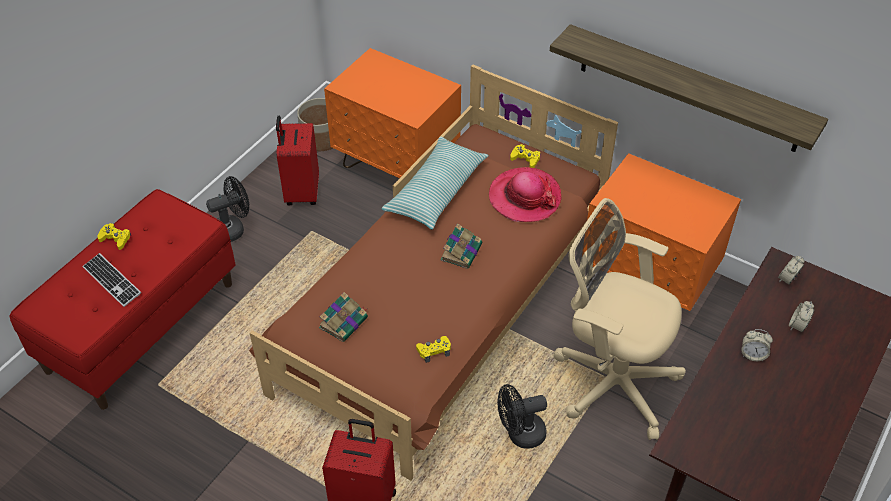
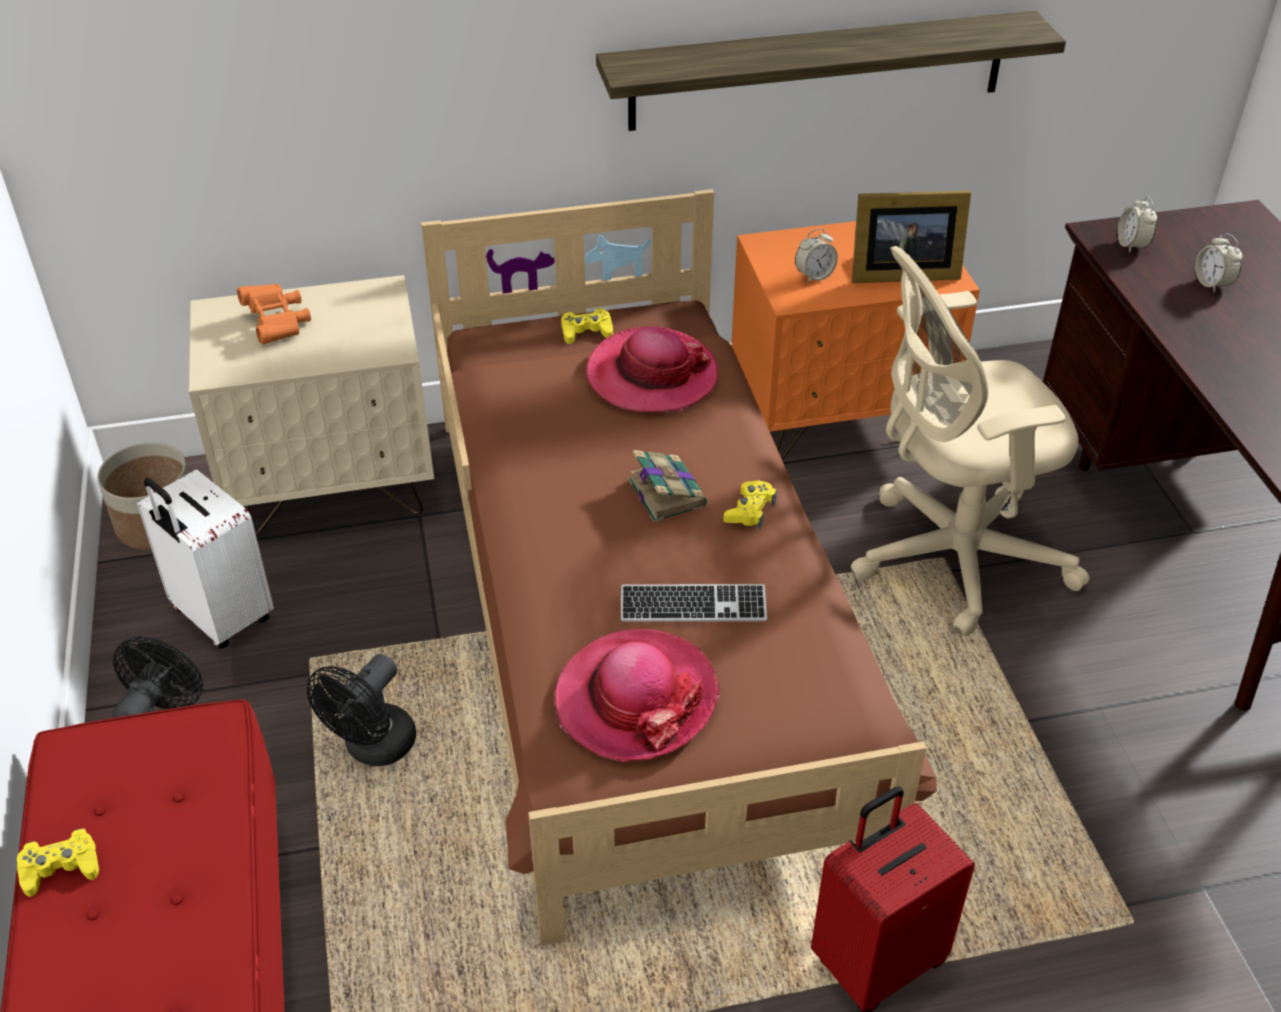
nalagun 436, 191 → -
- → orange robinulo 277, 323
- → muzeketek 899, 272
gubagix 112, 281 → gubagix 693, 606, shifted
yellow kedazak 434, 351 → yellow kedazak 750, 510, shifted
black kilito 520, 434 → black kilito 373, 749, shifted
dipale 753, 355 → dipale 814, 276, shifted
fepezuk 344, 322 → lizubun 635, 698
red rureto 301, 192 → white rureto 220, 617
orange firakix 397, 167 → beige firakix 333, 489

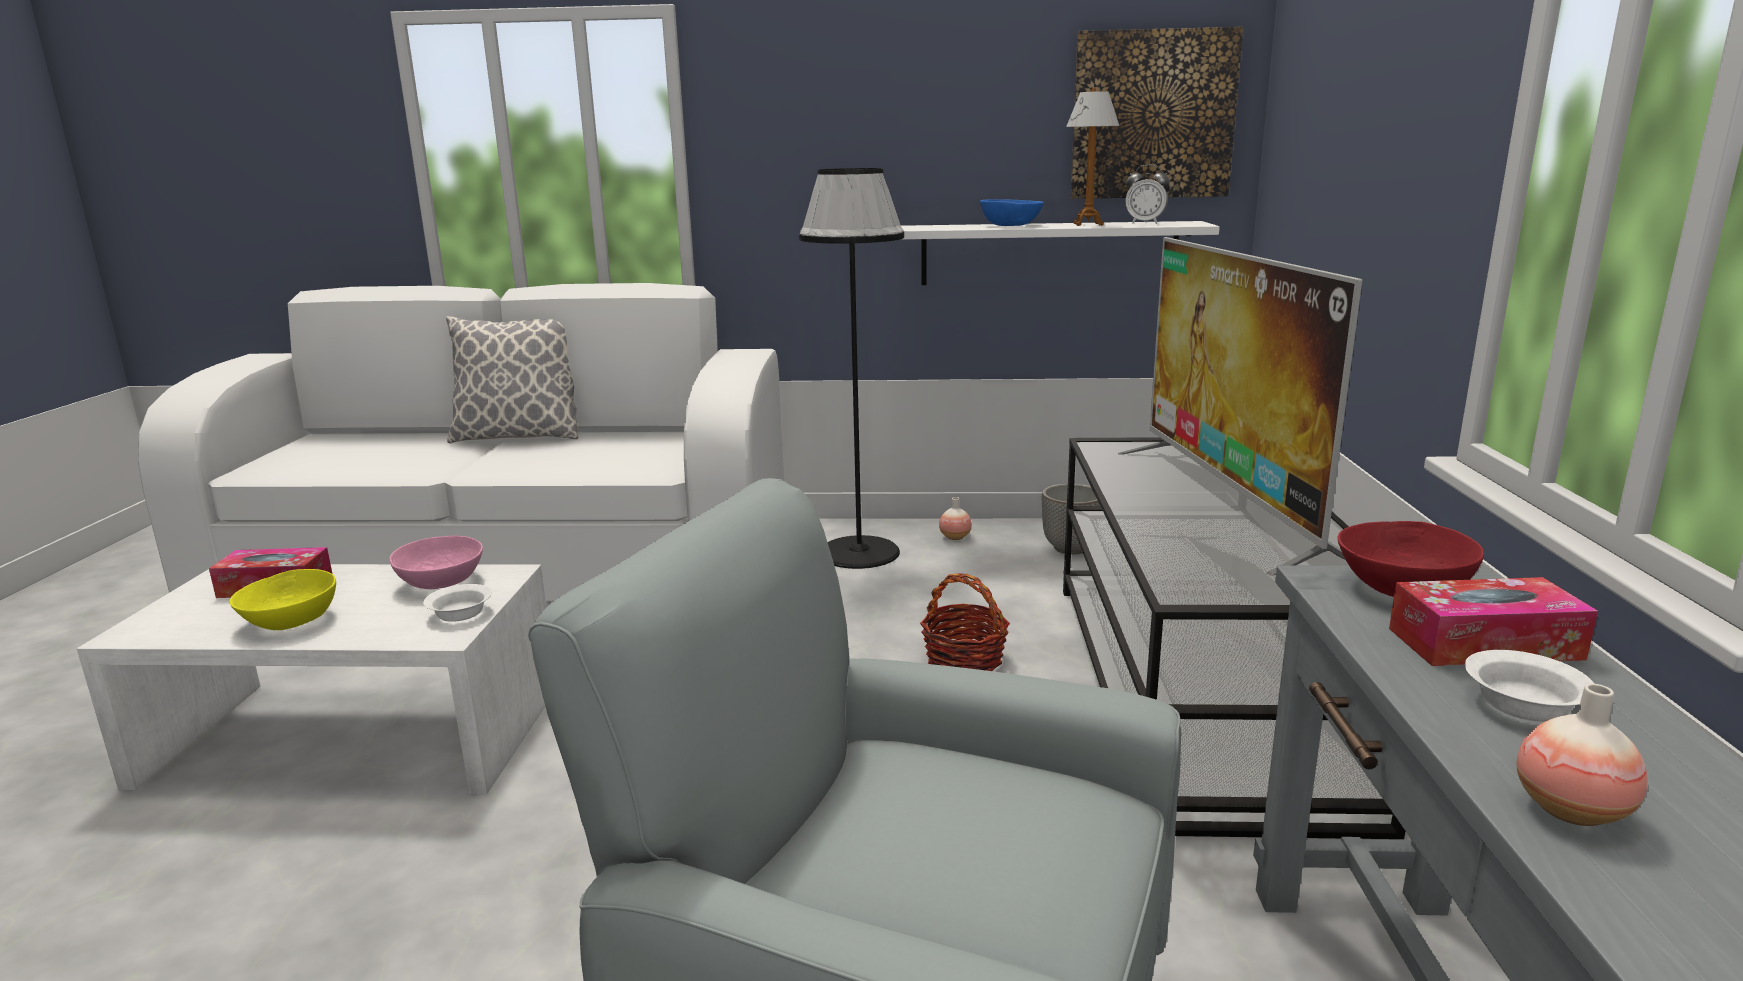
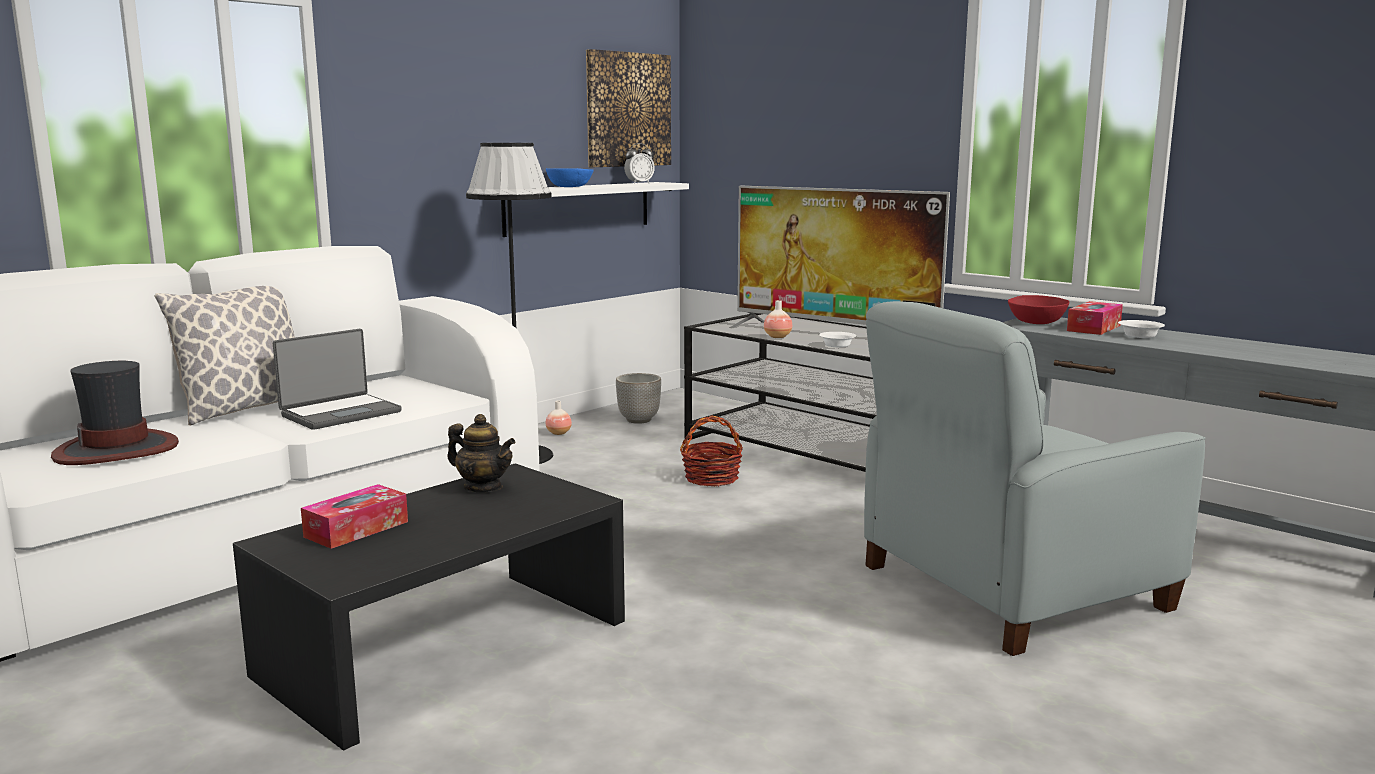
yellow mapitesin 291, 621 → -
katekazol 1088, 224 → -
- → lizubun 117, 450
- → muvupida 340, 413
white mapitesin 462, 614 → white mapitesin 837, 345, shifted
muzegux 1571, 810 → muzegux 777, 337, shifted
pink mapitesin 442, 582 → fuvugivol 483, 487
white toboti 356, 734 → black toboti 445, 647

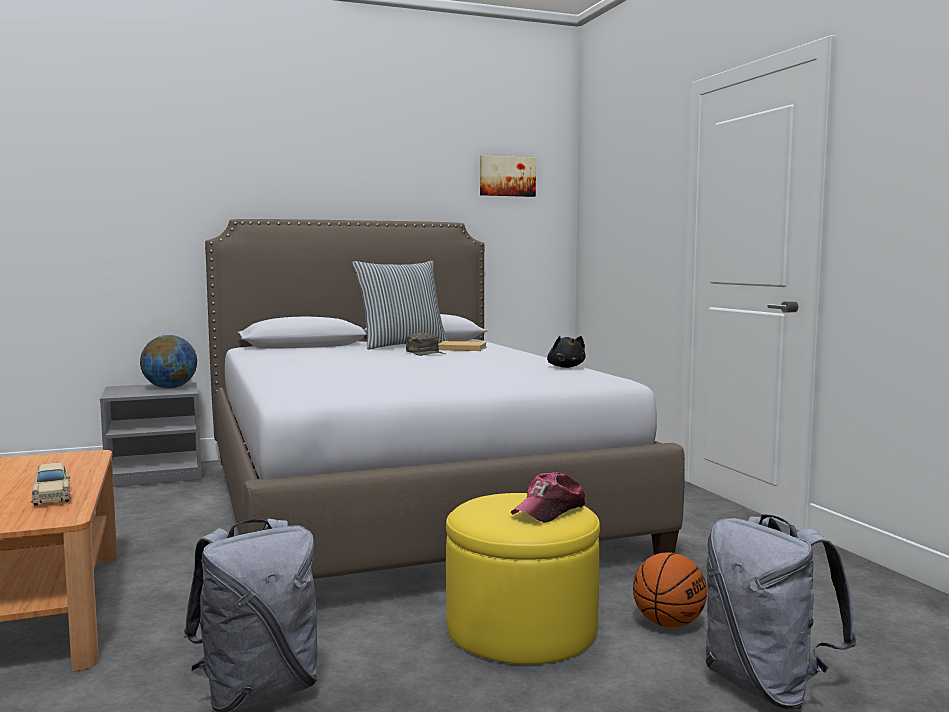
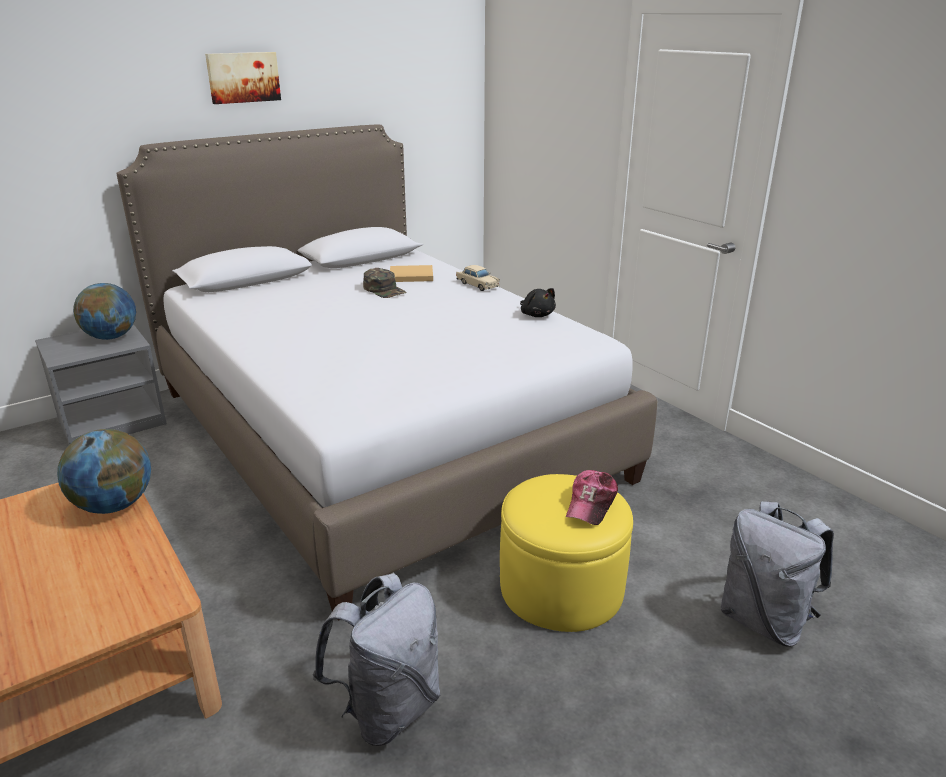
nalagun 402, 346 → -
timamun 668, 623 → -
- → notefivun 114, 505
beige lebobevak 52, 496 → beige lebobevak 477, 285, shifted
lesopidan 507, 176 → lesopidan 243, 77, shifted

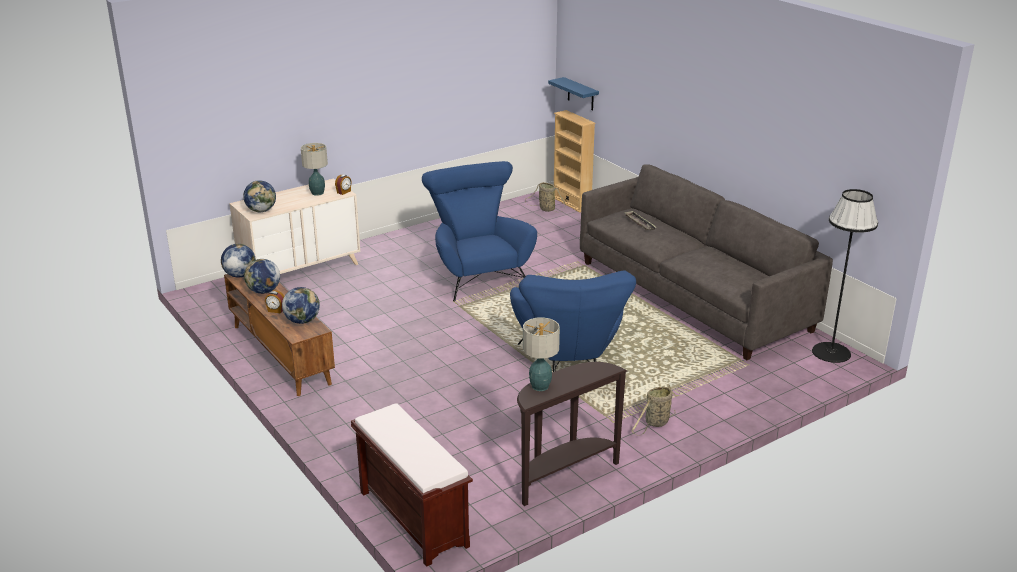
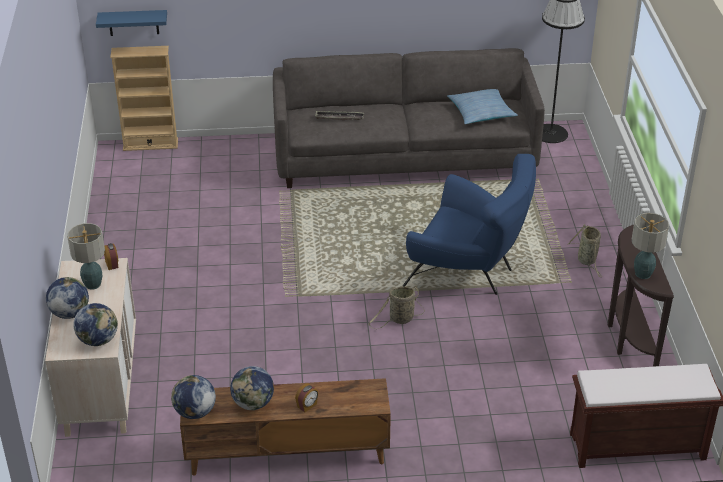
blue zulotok 477, 275 → -
- → nalagun 481, 112
notefivun 302, 321 → notefivun 69, 313, shifted
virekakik 545, 209 → virekakik 400, 319, shifted

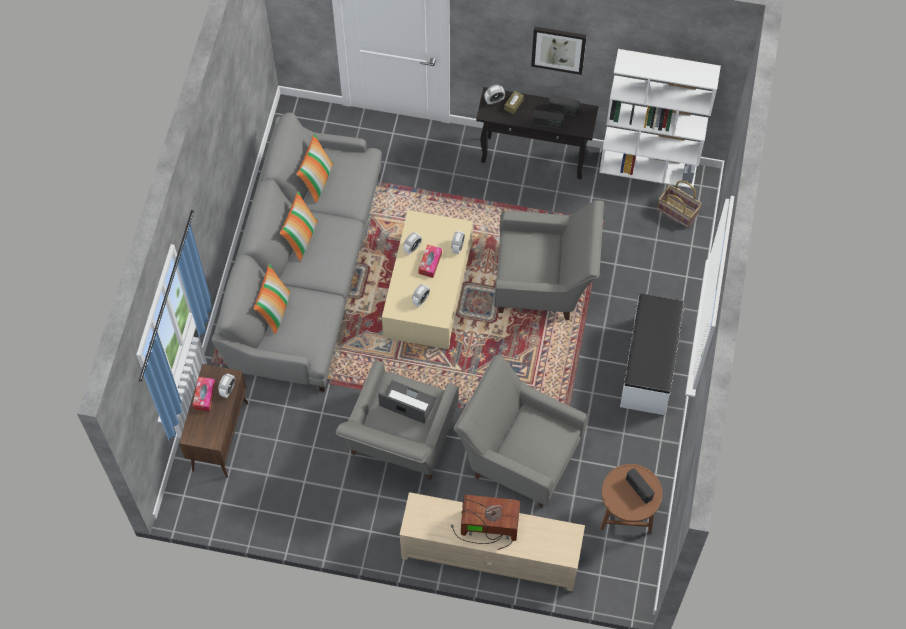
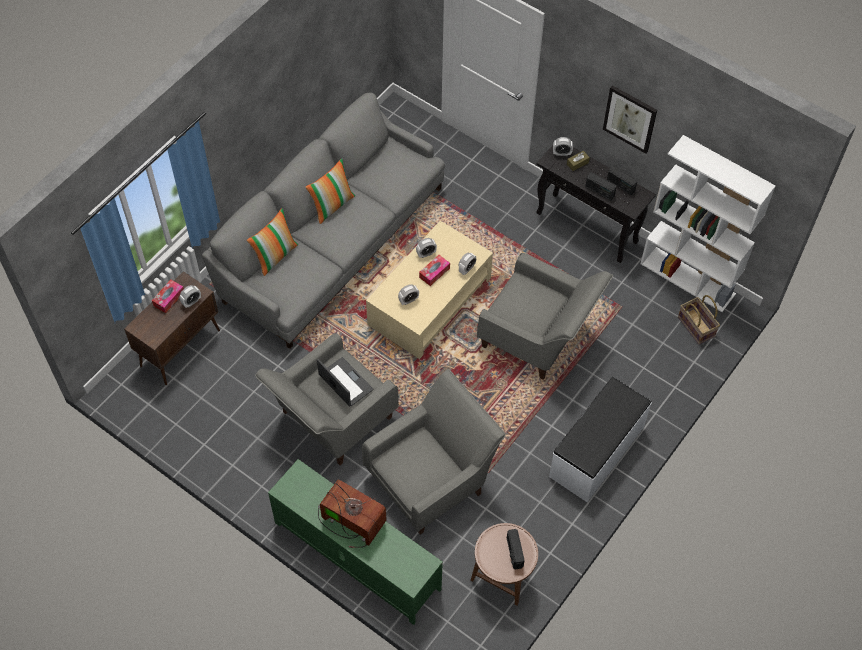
nalagun 317, 180 → -
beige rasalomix 490, 554 → green rasalomix 356, 555
grey zulotok 519, 454 → grey zulotok 432, 478, 90 degrees clockwise

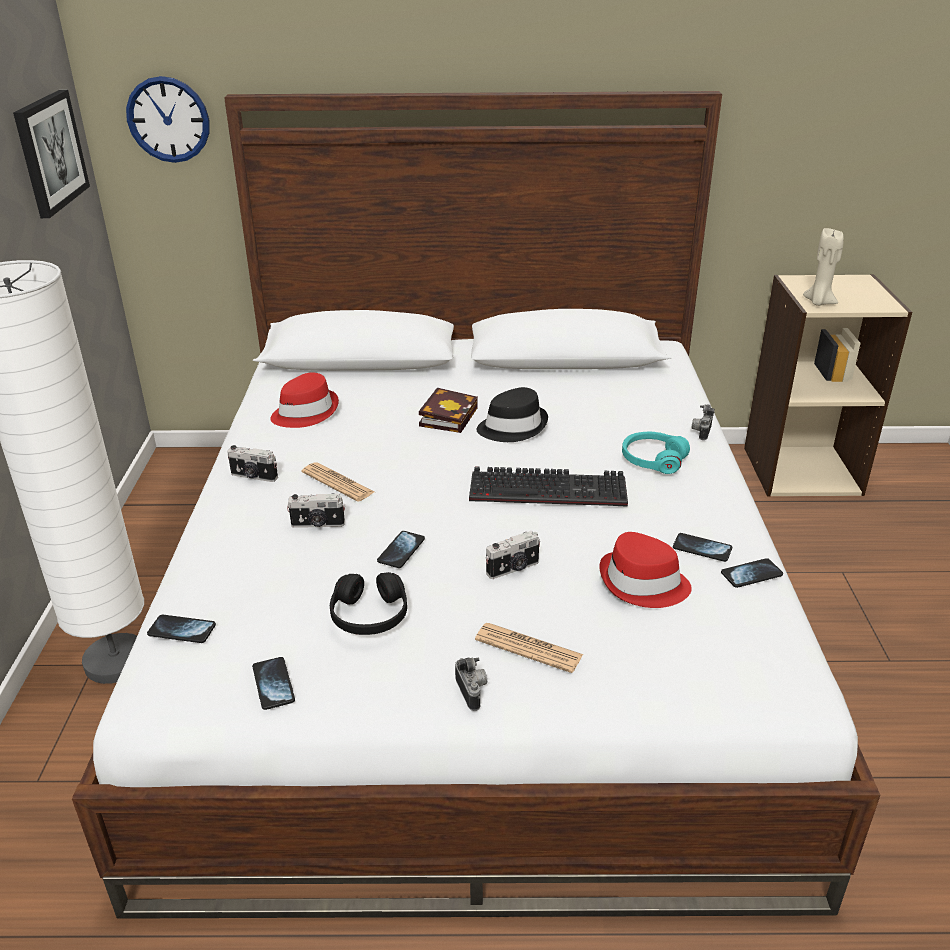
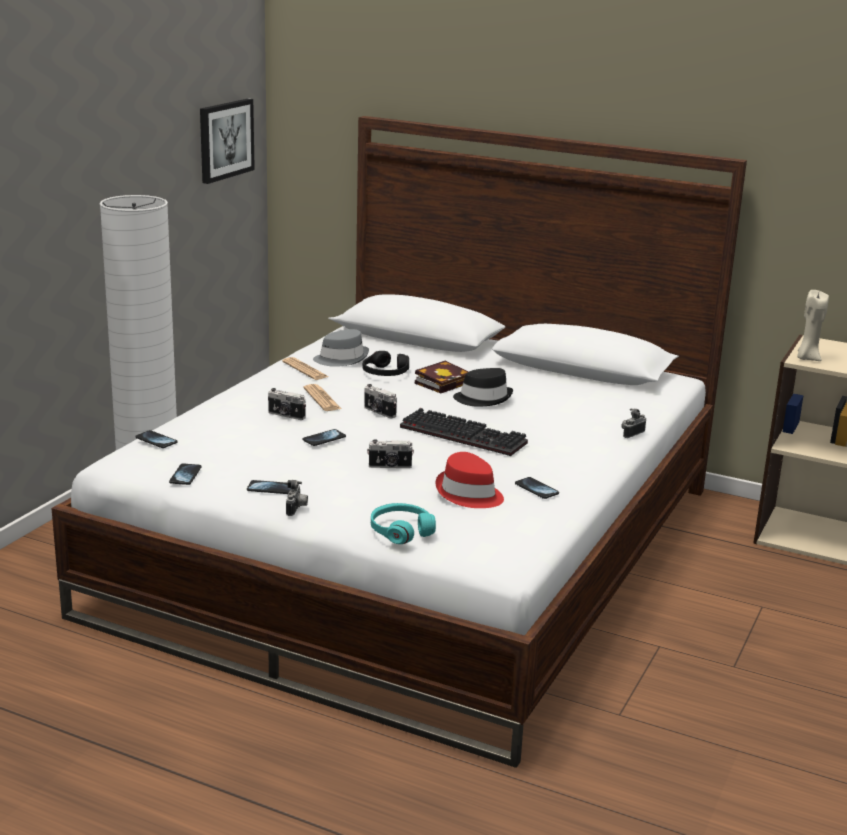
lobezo 168, 120 → -
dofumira 253, 477 → dofumira 379, 412, shifted
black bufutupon 369, 615 → black bufutupon 385, 373, shifted
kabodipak 528, 648 → kabodipak 305, 370, shifted
turquoise bufutupon 653, 460 → turquoise bufutupon 401, 531, shifted
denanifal 751, 574 → denanifal 270, 488, shifted
red lizubun 305, 412 → grey lizubun 341, 359

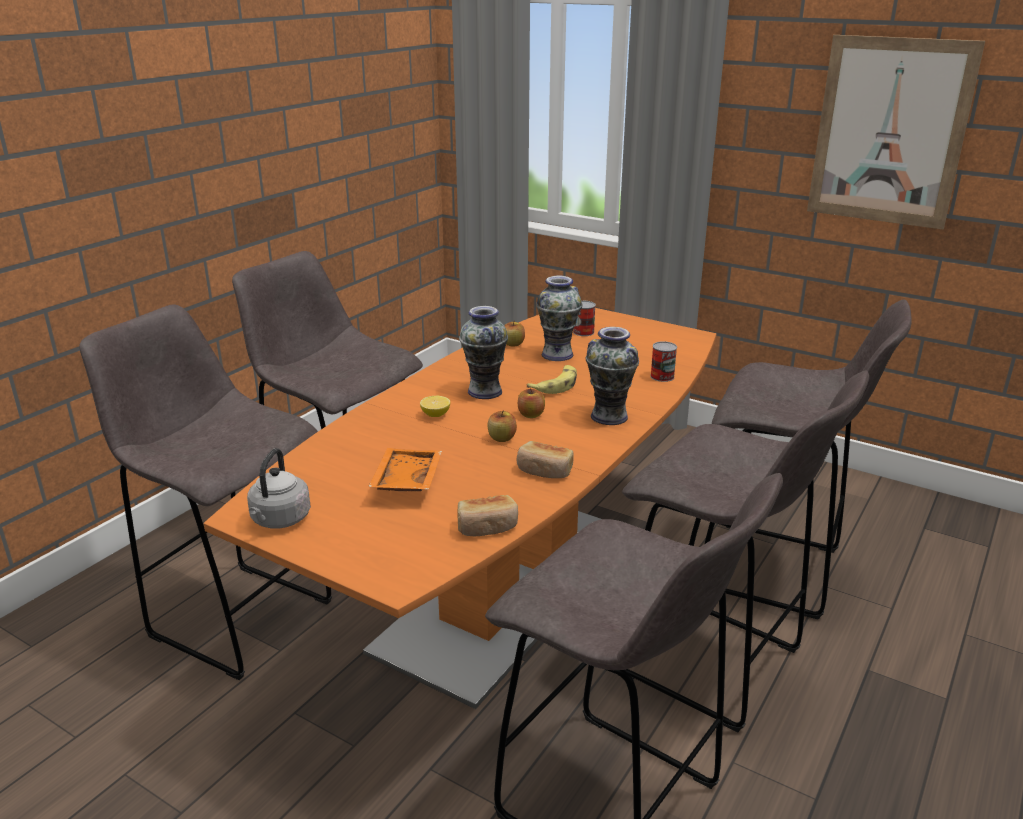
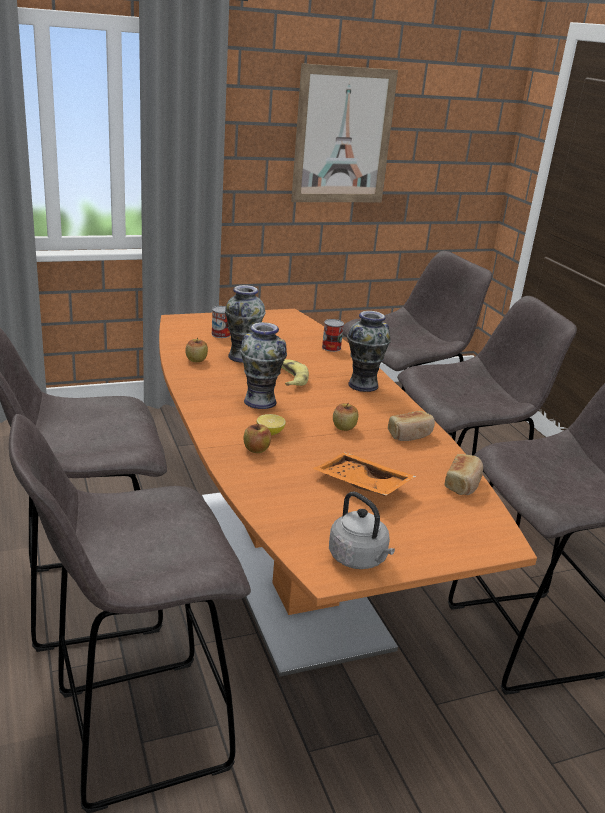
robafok 531, 415 → robafok 256, 449, shifted

